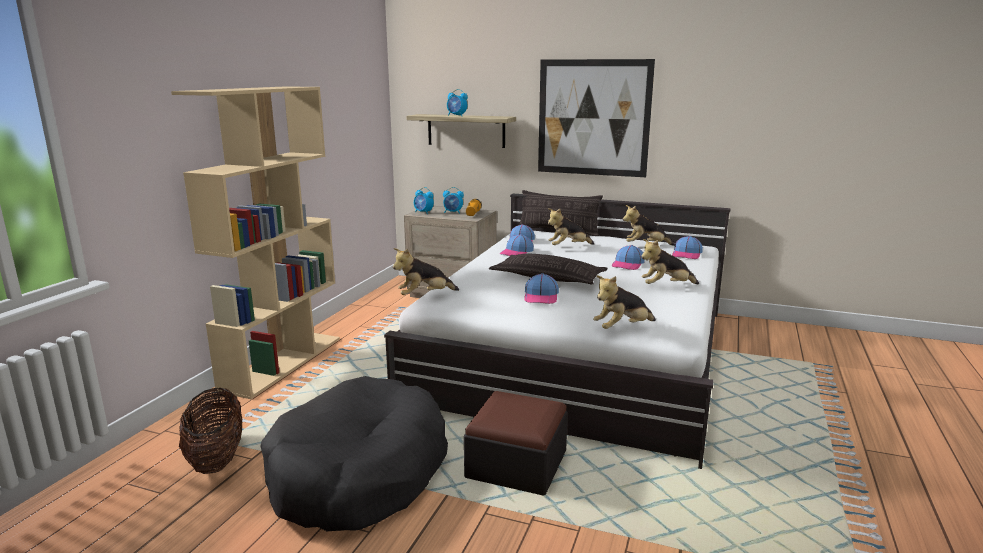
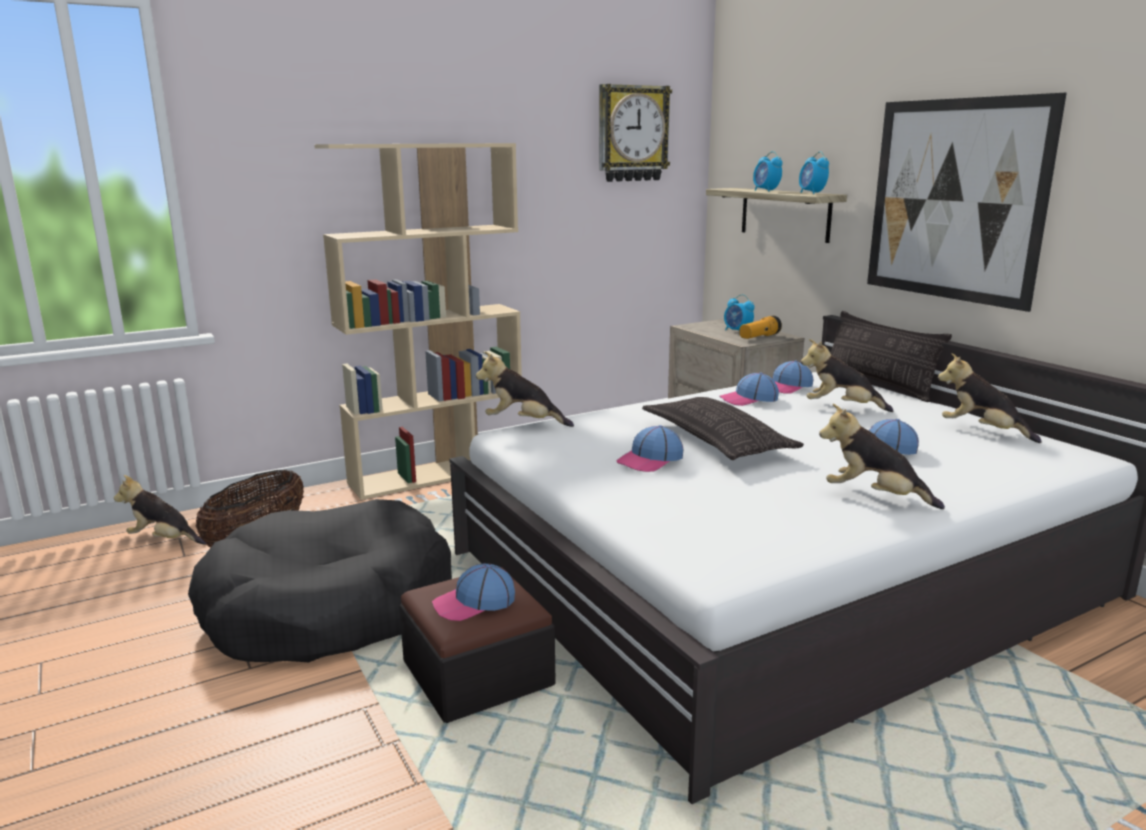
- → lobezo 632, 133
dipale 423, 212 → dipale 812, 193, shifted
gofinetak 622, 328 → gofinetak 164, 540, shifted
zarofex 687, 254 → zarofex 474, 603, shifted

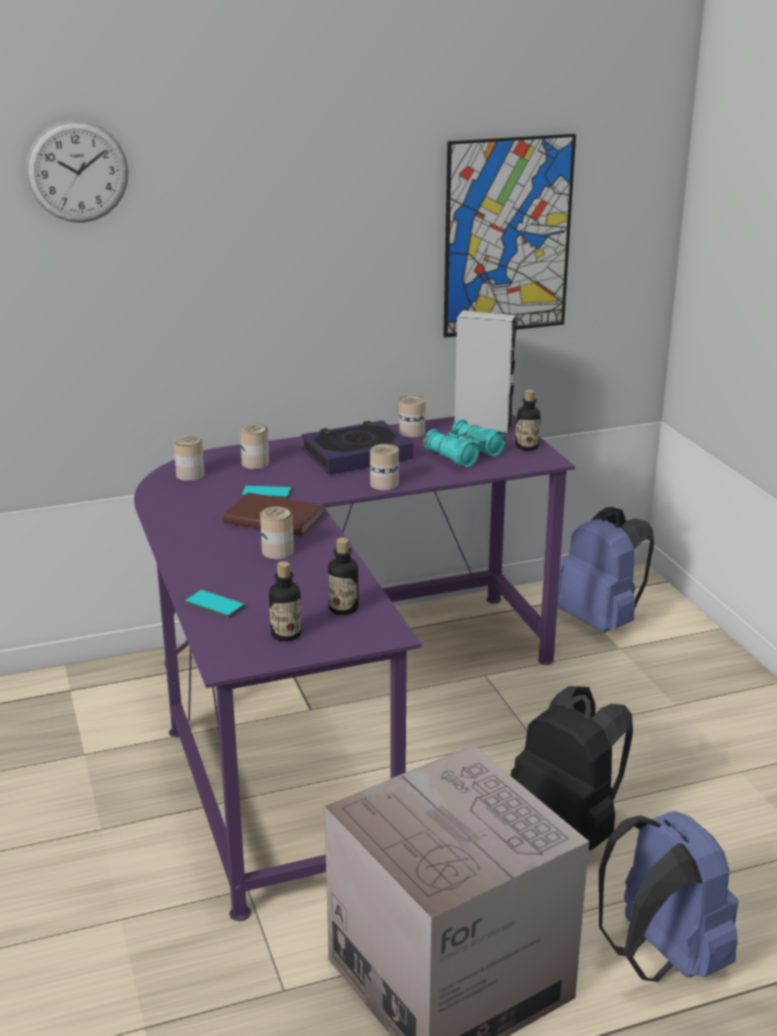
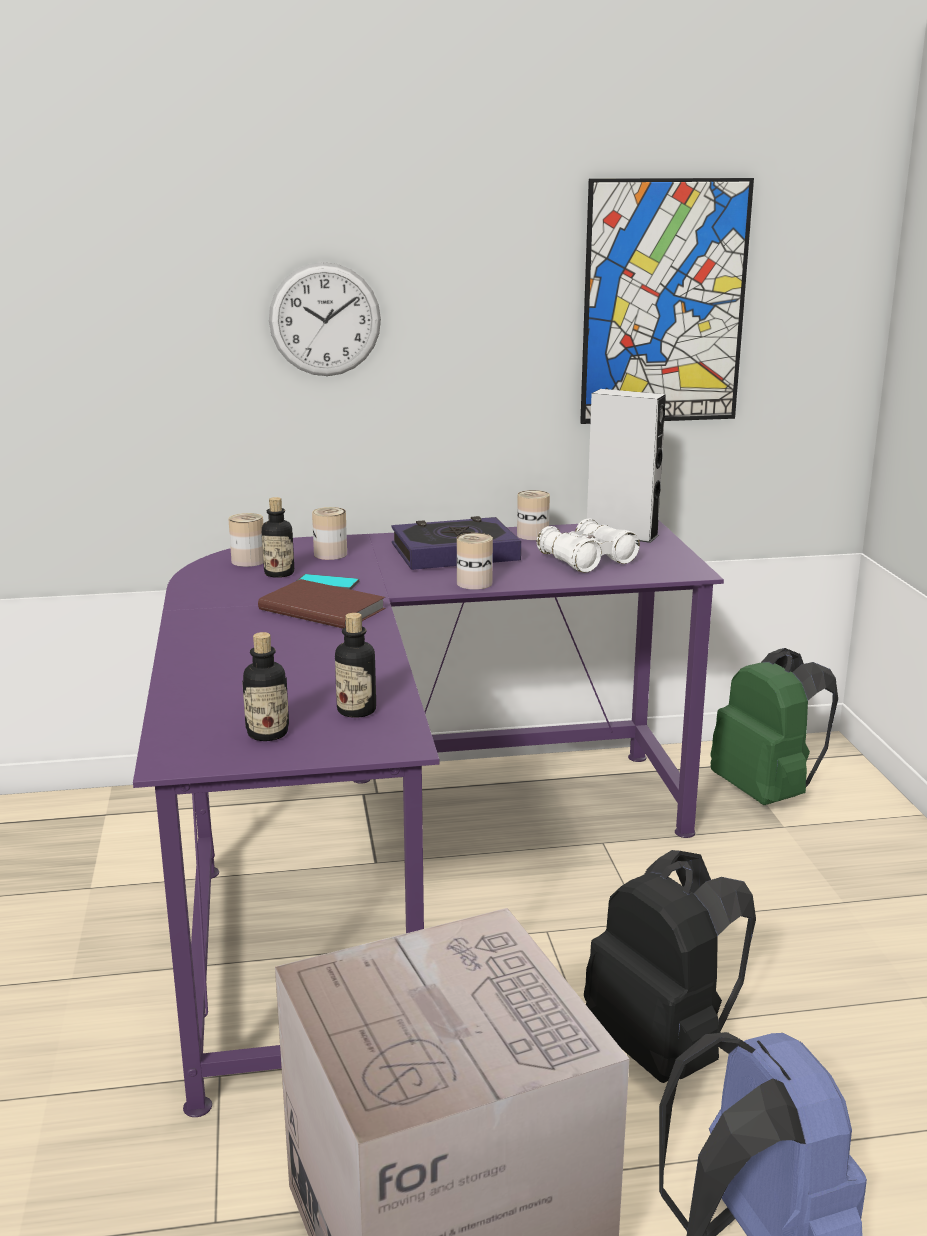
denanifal 215, 604 → -
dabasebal 277, 551 → -
lobezo 77, 171 → lobezo 325, 320, shifted
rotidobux 527, 447 → rotidobux 279, 573, shifted
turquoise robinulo 464, 454 → white robinulo 587, 560
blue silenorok 601, 621 → green silenorok 766, 793

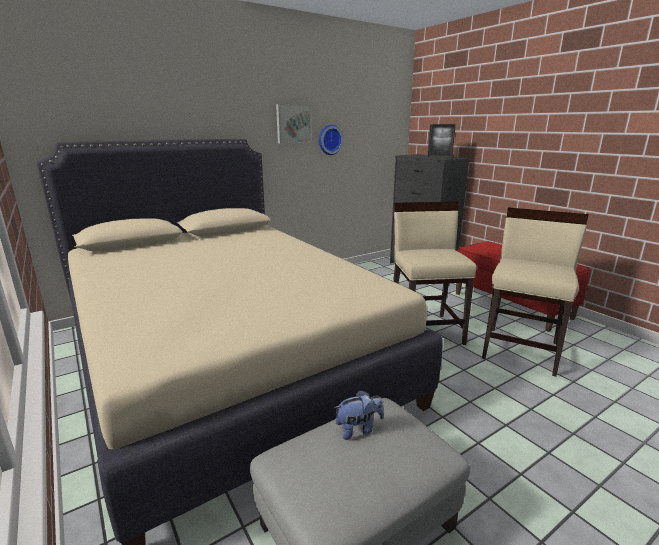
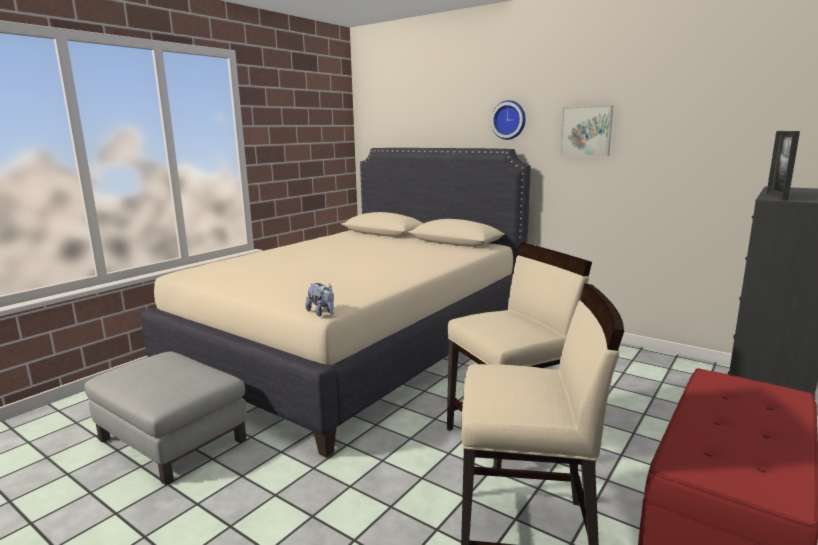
lobezo 329, 140 → lobezo 509, 120, shifted
gofinetak 358, 429 → gofinetak 322, 313, shifted

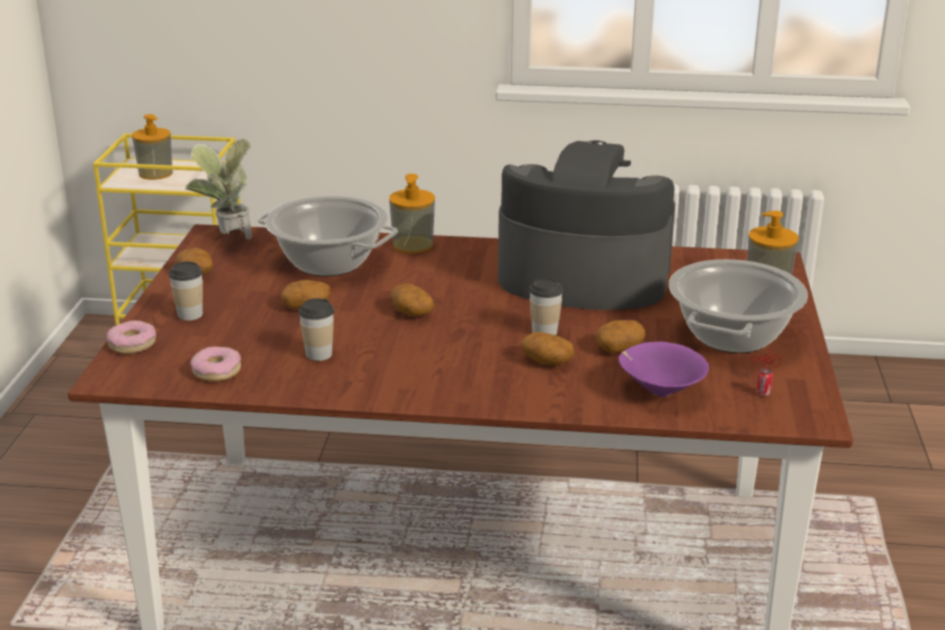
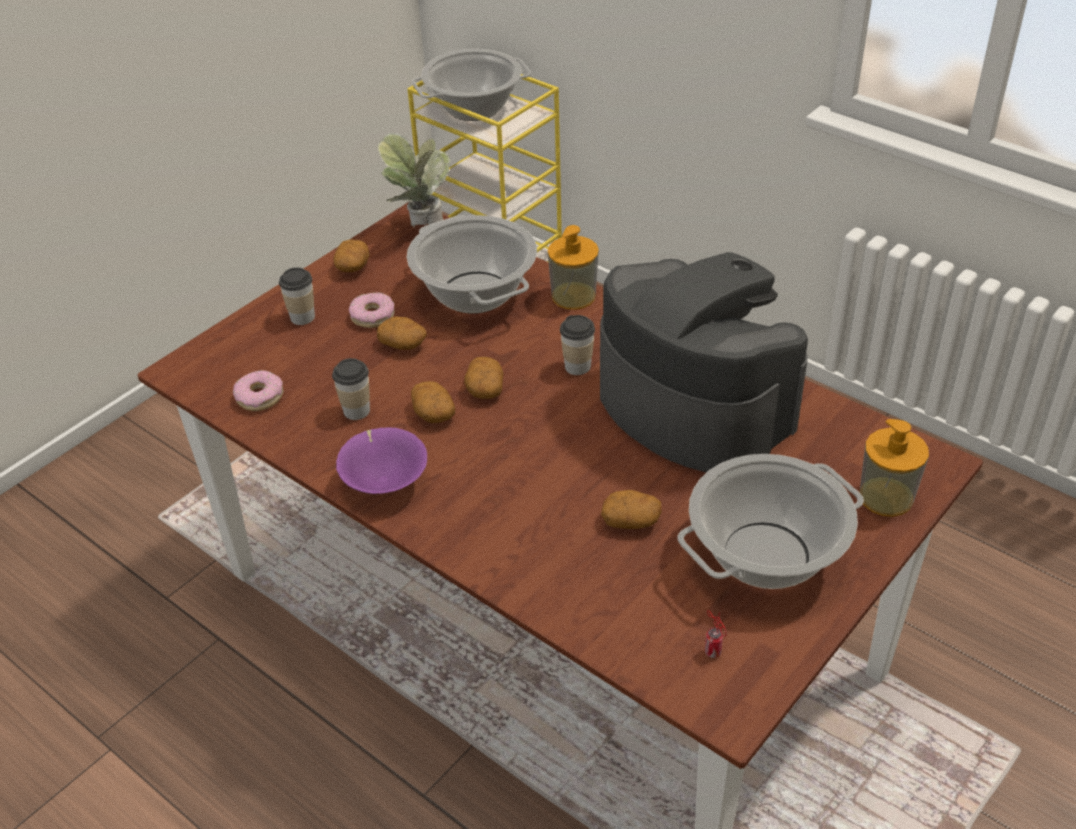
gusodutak 132, 344 → gusodutak 372, 316, shifted
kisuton 546, 361 → kisuton 433, 413, shifted
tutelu 544, 332 → tutelu 577, 366, shifted
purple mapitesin 659, 391 → purple mapitesin 385, 481, shifted
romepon 155, 173 → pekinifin 474, 107

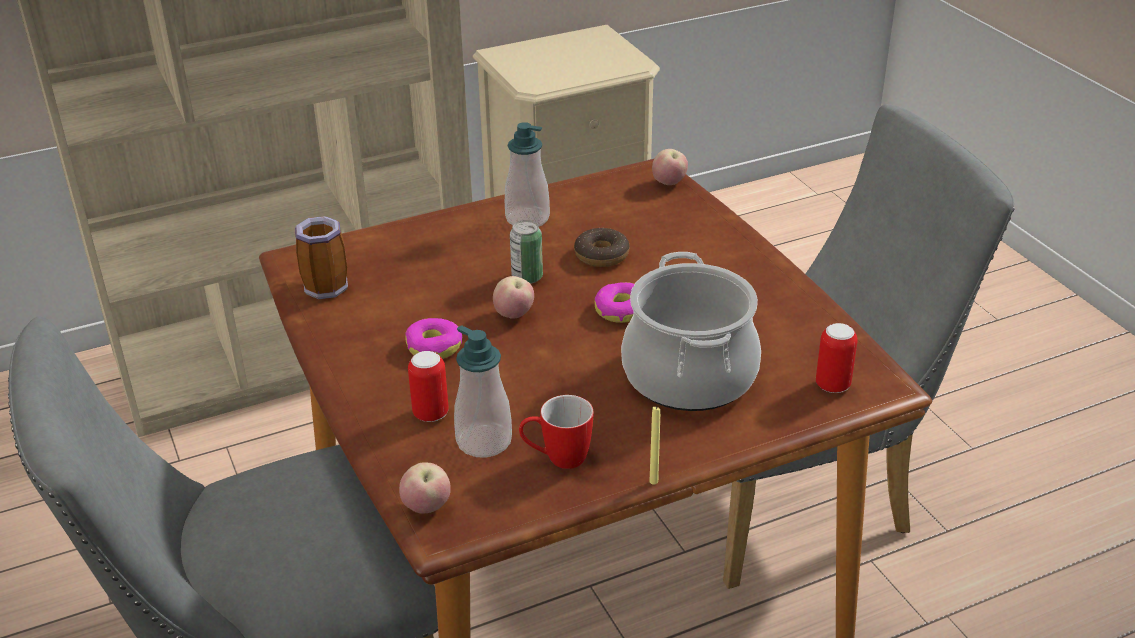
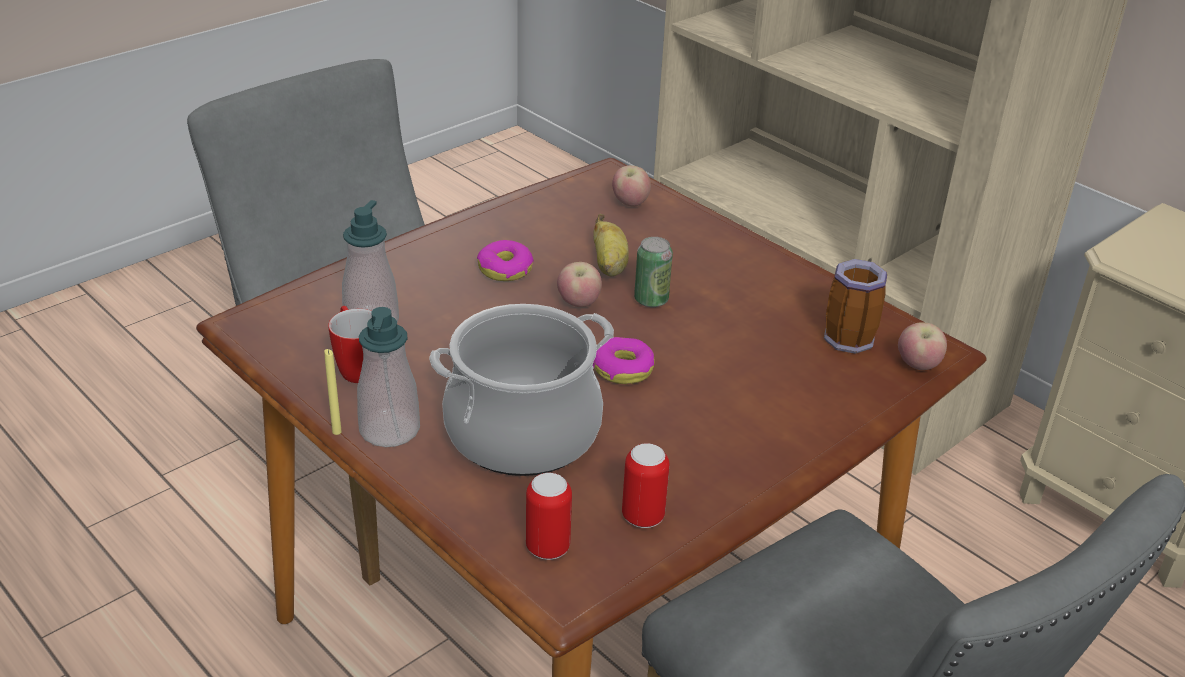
gusodutak 601, 255 → -
- → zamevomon 609, 266
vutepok 322, 286 → vutepok 849, 336, shifted
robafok 426, 507 → robafok 630, 203, shifted
dabasebal 431, 414 → dabasebal 642, 517, shifted
romepon 527, 219 → romepon 389, 430, shifted

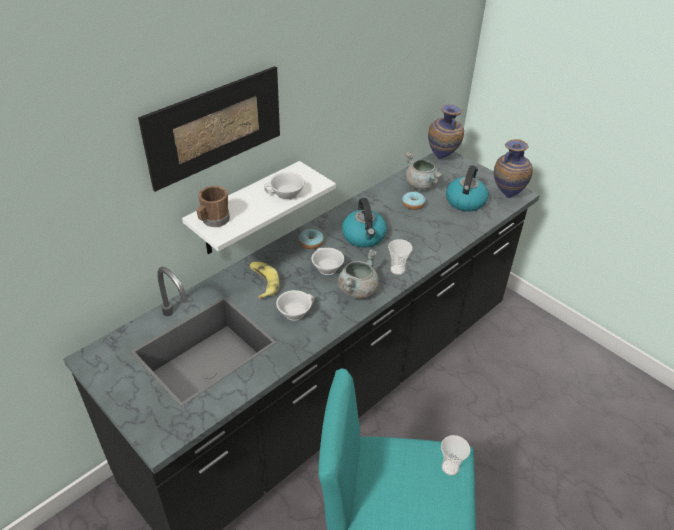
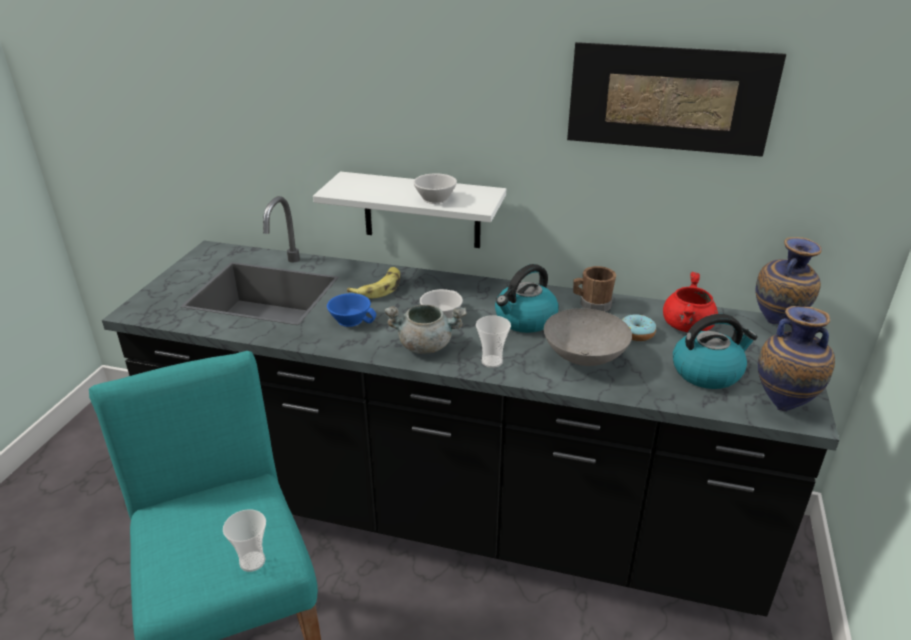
gusodutak 311, 243 → -
- → grey mapitesin 586, 358
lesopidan 215, 126 → lesopidan 669, 99, shifted
brown vutepok 213, 221 → brown vutepok 591, 304, shifted
white tutelu 294, 311 → blue tutelu 352, 319
grey pekinifin 421, 185 → red pekinifin 688, 327

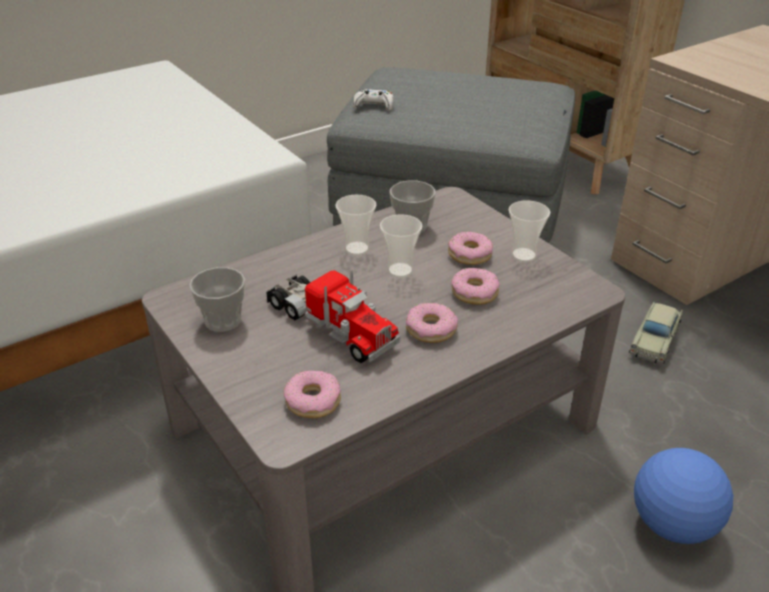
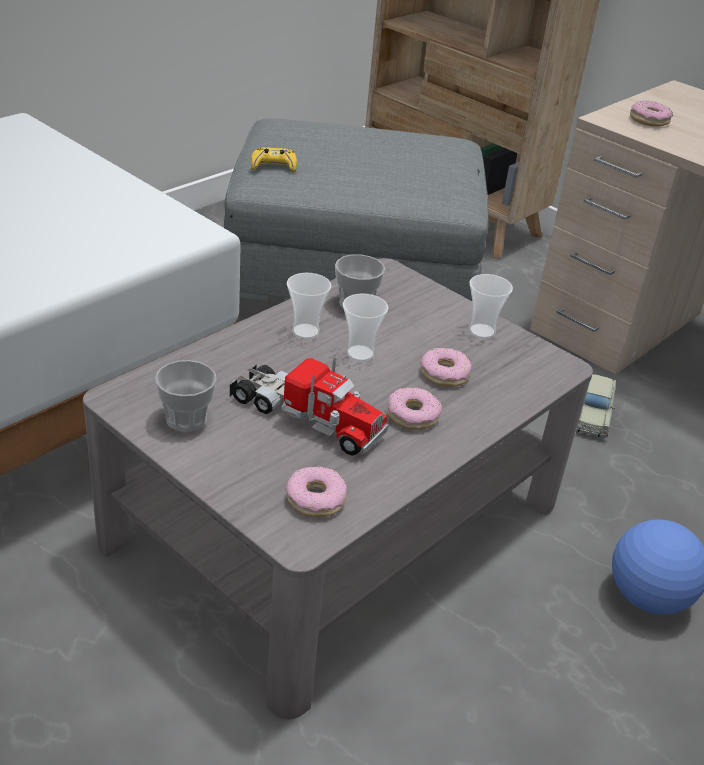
gusodutak 469, 254 → gusodutak 649, 120, shifted
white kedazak 373, 106 → yellow kedazak 273, 166

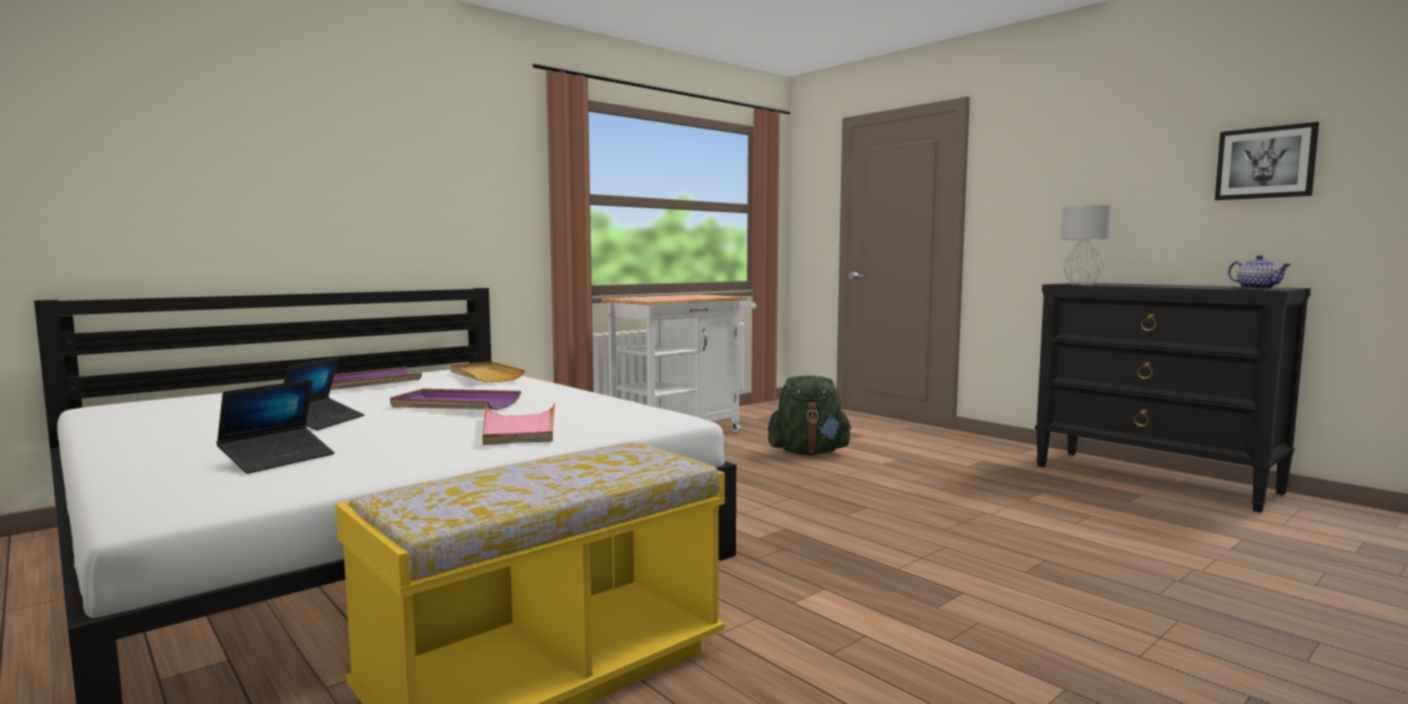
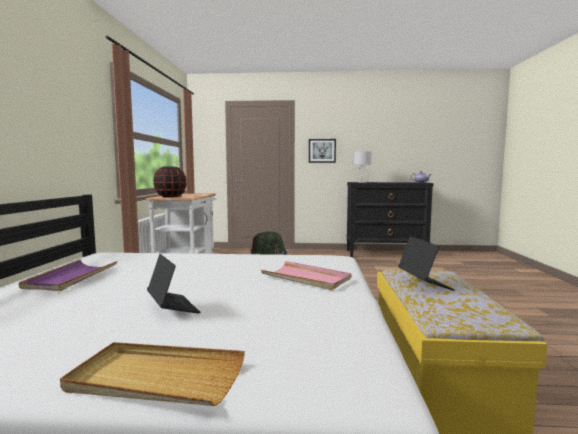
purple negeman 455, 404 → -
- → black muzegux 170, 196
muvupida 278, 459 → muvupida 424, 283, shifted
beige negeman 484, 375 → beige negeman 156, 378, shifted
lesopidan 1265, 163 → lesopidan 322, 150, shifted

